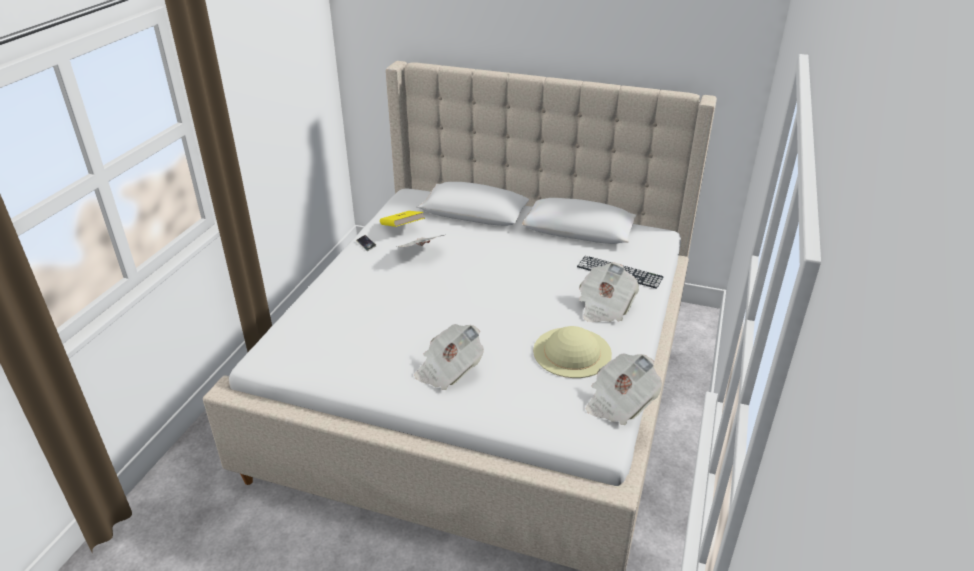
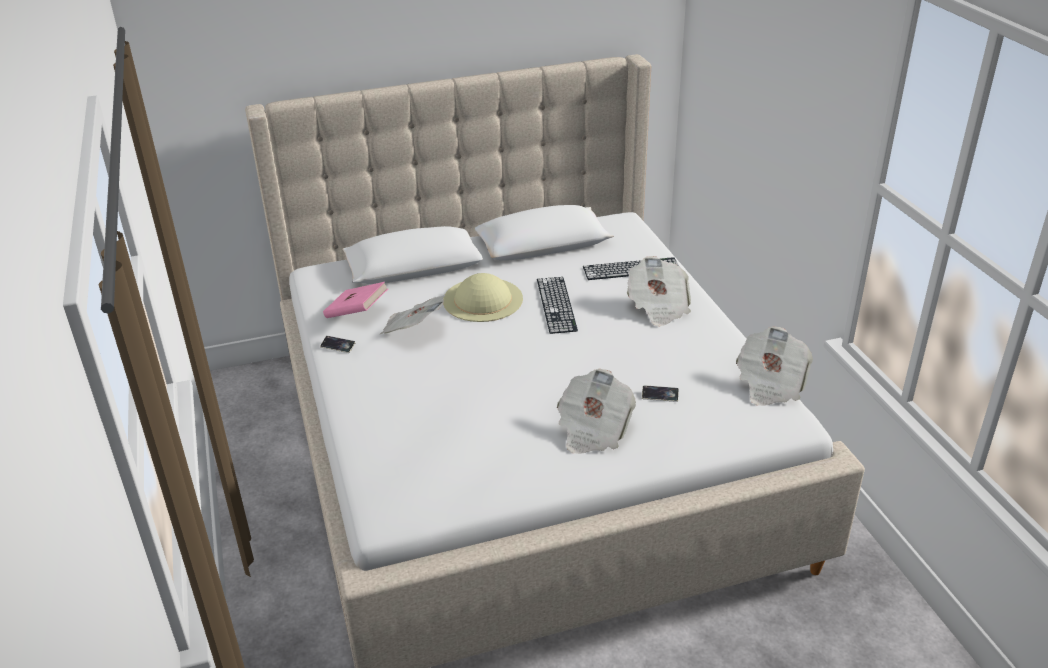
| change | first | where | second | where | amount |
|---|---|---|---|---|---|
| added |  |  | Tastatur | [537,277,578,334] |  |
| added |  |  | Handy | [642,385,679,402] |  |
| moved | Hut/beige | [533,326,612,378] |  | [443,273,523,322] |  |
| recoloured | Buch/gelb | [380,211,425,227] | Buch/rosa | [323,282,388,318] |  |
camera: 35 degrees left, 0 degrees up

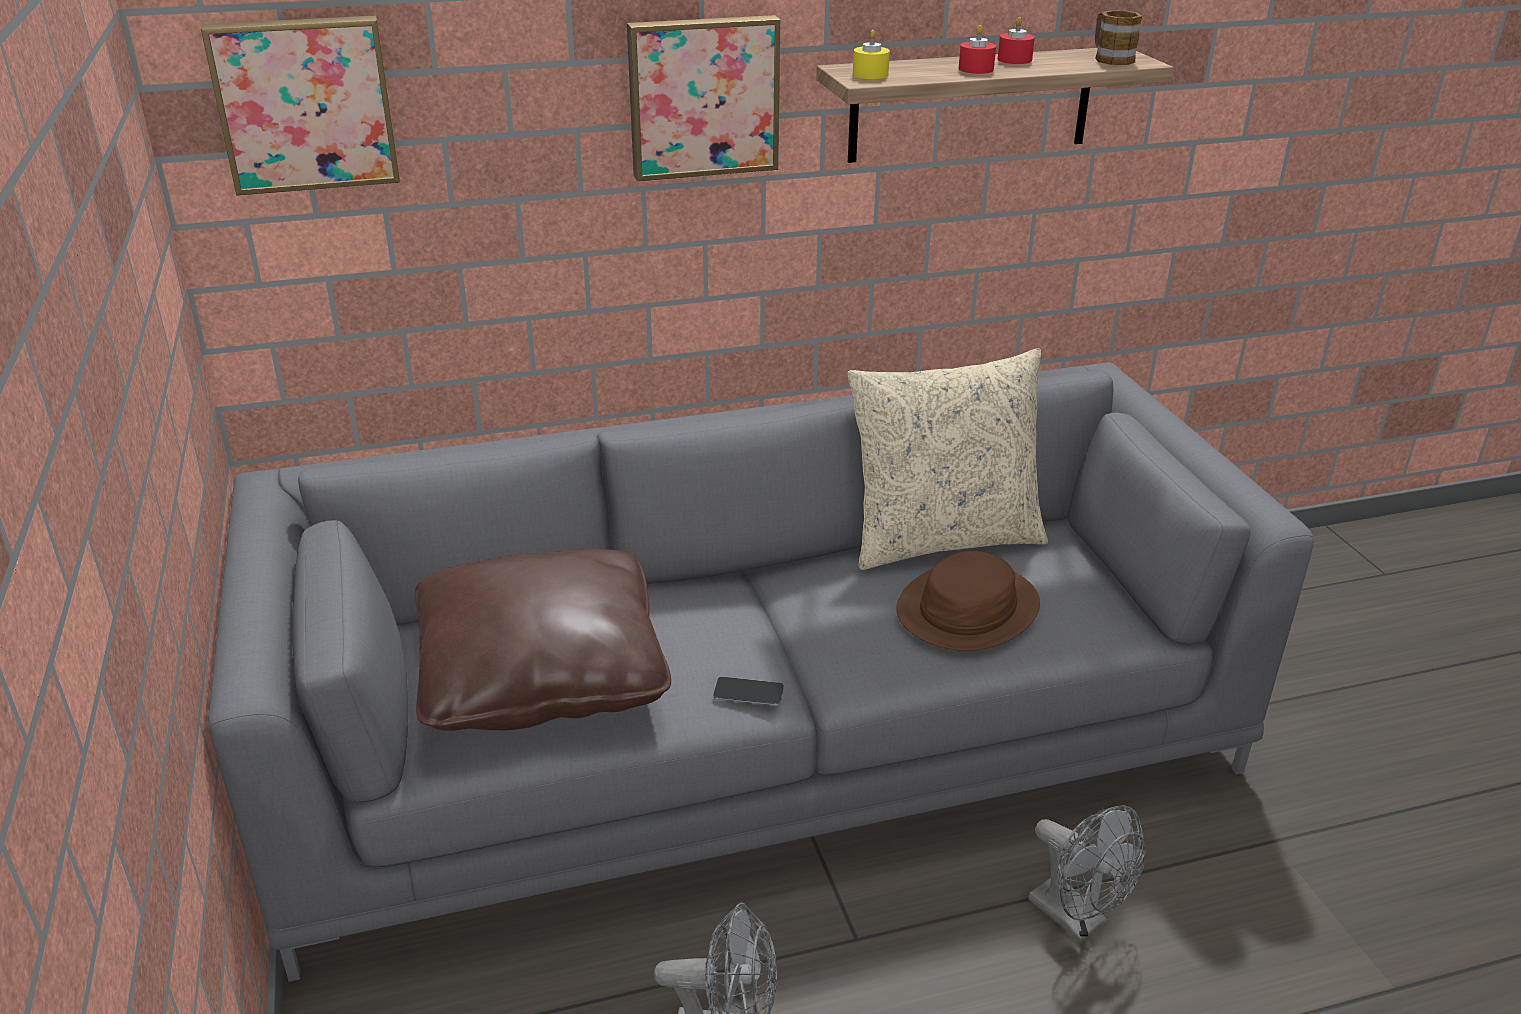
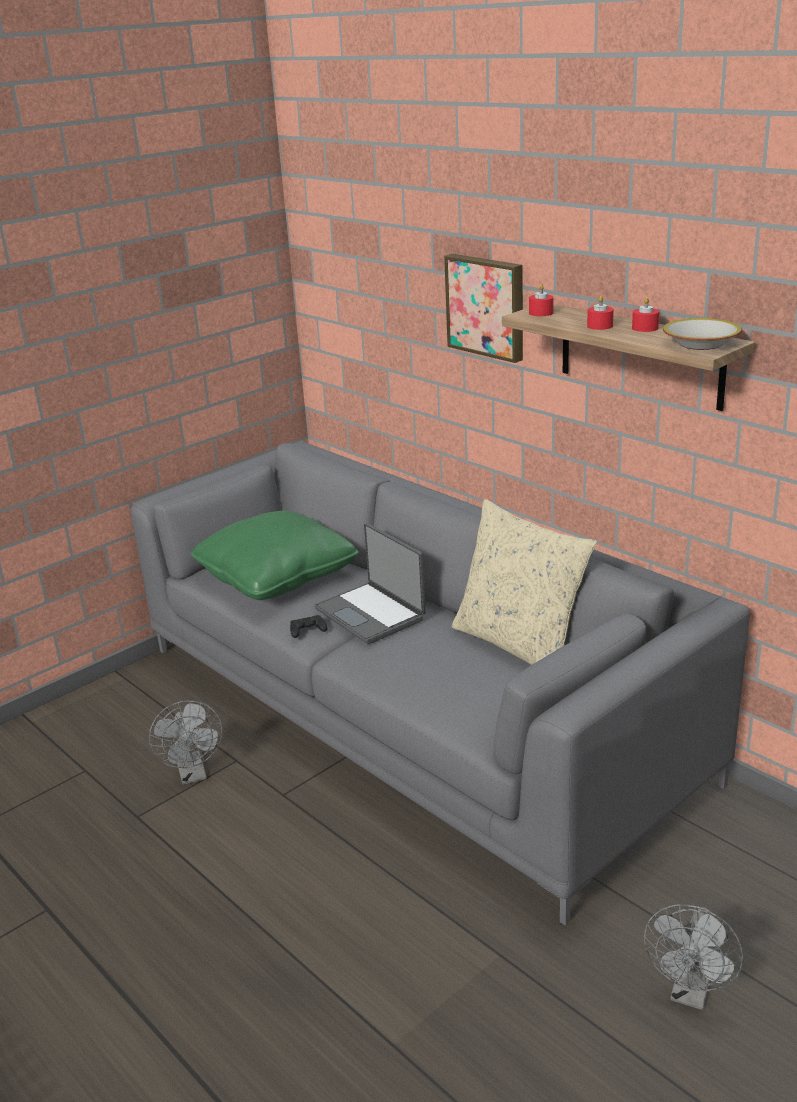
| change | first | where | second | where | amount |
|---|---|---|---|---|---|
| removed | Bild | [201,16,400,196] |  |  |  |
| removed | Hut/braun | [896,551,1040,651] |  |  |  |
| added |  |  | Laptop | [314,523,426,644] |  |
| moved | Ventilator/grau | [1029,805,1146,943] |  | [644,904,743,1010] |  |
| replaced | Handy | [713,677,784,706] | Gamepad/schwarz | [290,615,328,638] |  |
| replaced | Henkelbecher | [1095,10,1142,65] | Schüssel | [663,318,742,350] |  |
| recoloured | Kissen/braun | [415,549,671,731] | Kissen/grün | [190,511,359,600] |  |
| recoloured | Kerze/gelb | [853,30,890,79] | Kerze/rot | [529,284,554,316] |  |
camera: 65 degrees right, 5 degrees down

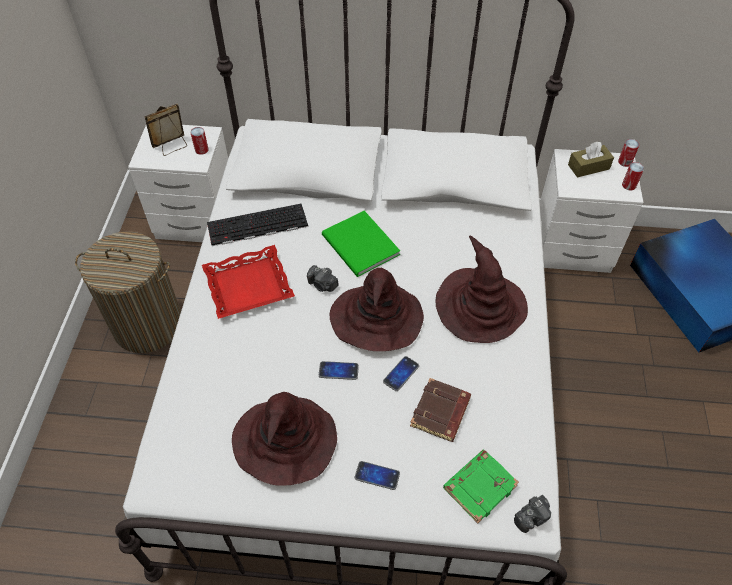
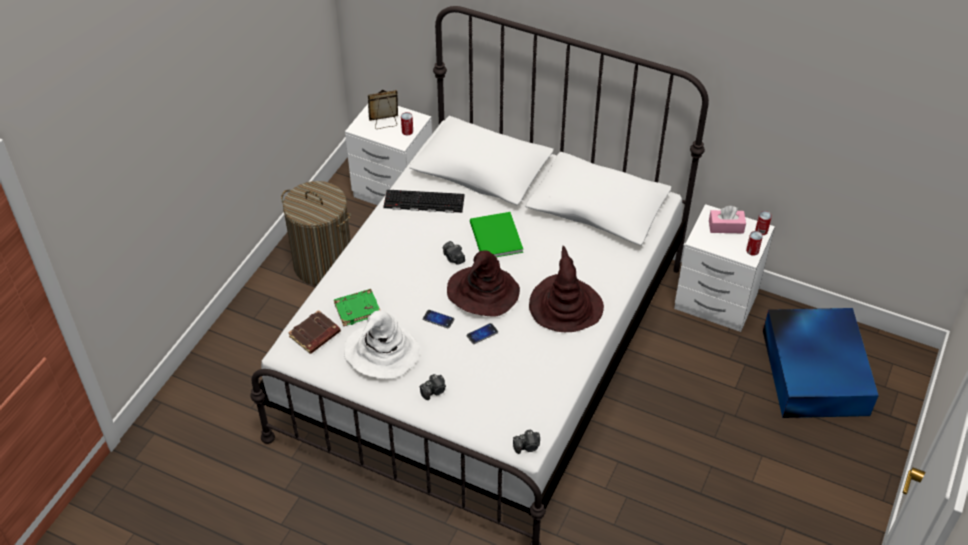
| change | first | where | second | where | amount |
|---|---|---|---|---|---|
| removed | Tablett/rot | [202,245,295,319] |  |  |  |
| moved | Buch/braun | [410,378,471,442] |  | [288,310,341,354] |  |
| moved | Buch/grün | [443,450,519,524] |  | [334,289,380,326] |  |
| replaced | Handy | [355,461,400,490] | Kamera | [420,374,446,400] |  |
| recoloured | Hut/braun | [232,392,337,486] | Hut/weiß | [344,310,420,379] |  |
| recoloured | Taschentuchbox/braun | [568,142,614,178] | Taschentuchbox/rosa | [709,206,746,233] |  |
camera: 20 degrees right, 5 degrees down

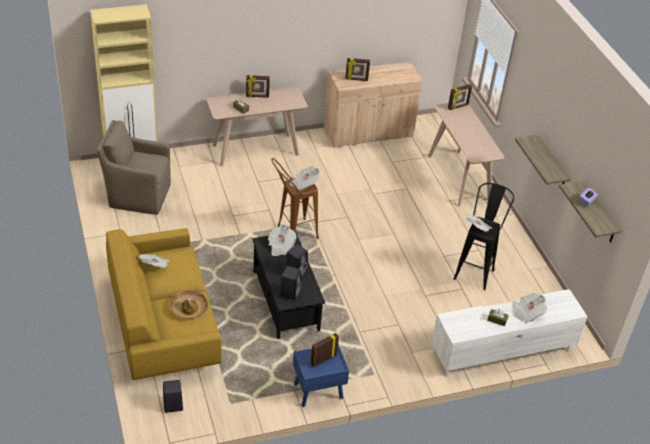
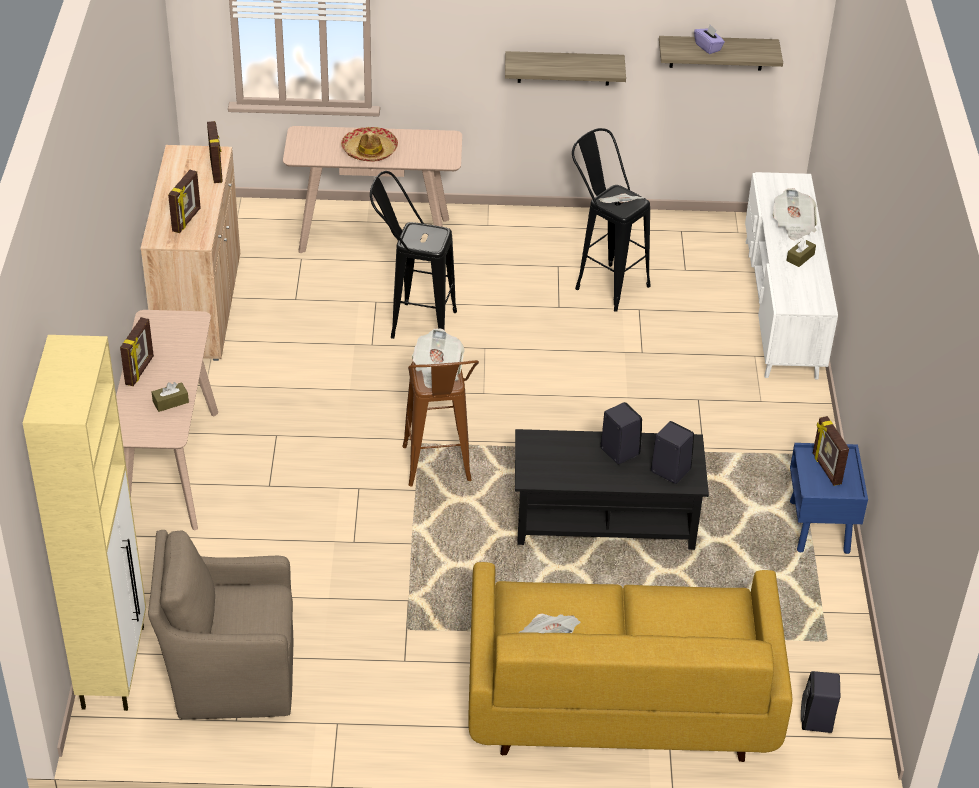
| change | first | where | second | where | amount |
|---|---|---|---|---|---|
| removed | Zeitung | [268,224,297,256] |  |  |  |
| added |  |  | Hocker/schwarz | [370,171,457,339] |  |
| moved | Hut | [170,290,208,319] |  | [341,127,398,162] |  |
| moved | Bilderrahmen | [448,84,472,110] |  | [207,121,223,183] |  |
| turned | Sessel/braun | [96,120,171,215] |  | [148,530,293,719] | 60 degrees clockwise |
camera: 70 degrees left, 0 degrees up

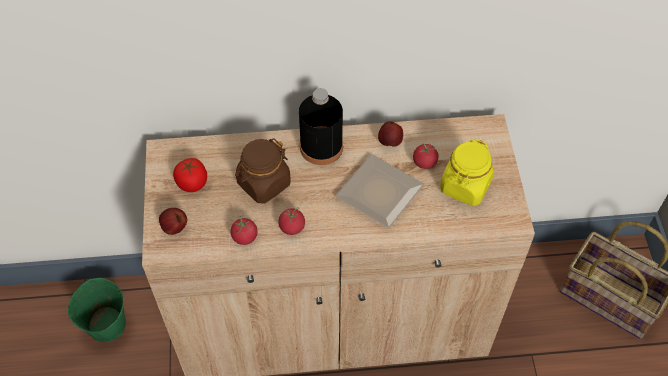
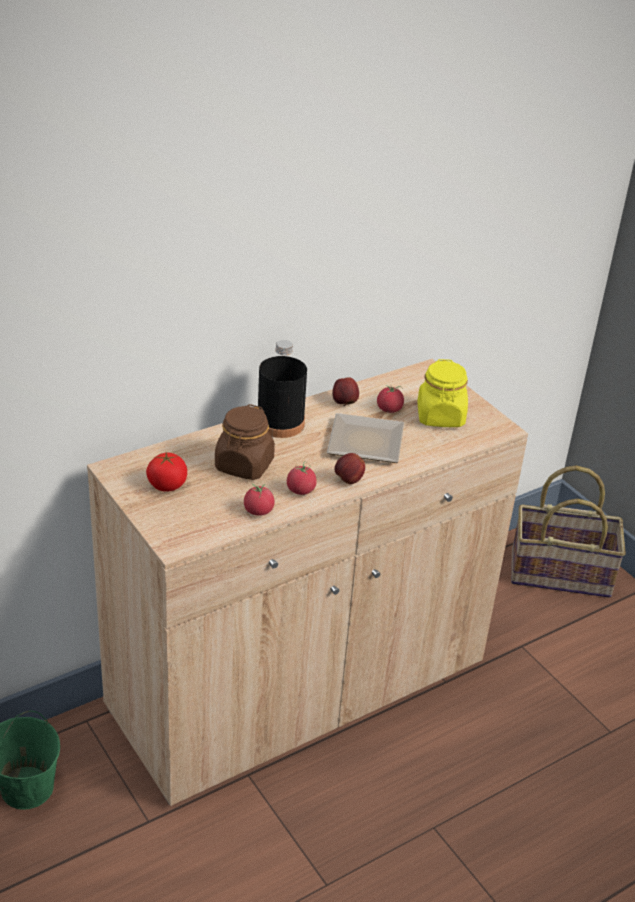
| change | first | where | second | where | amount |
|---|---|---|---|---|---|
| moved | Apfel | [159,208,187,235] |  | [334,453,365,484] |  |
camera: 30 degrees left, 20 degrees down

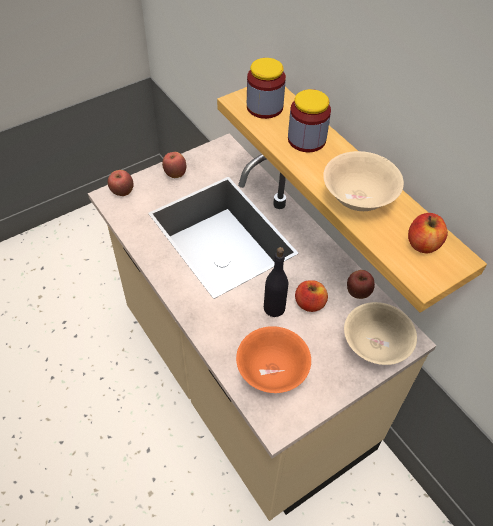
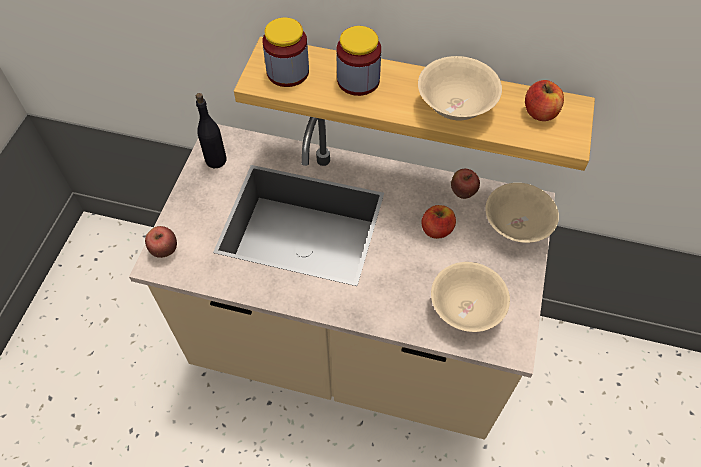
| change | first | where | second | where | amount |
|---|---|---|---|---|---|
| removed | Apfel | [162,152,186,178] |  |  |  |
| moved | Flasche/schwarz | [264,247,288,317] |  | [196,93,227,168] |  |
| recoloured | Schüssel/orange | [236,326,311,393] | Schüssel/beige | [431,262,510,332] |  |
camera: 40 degrees left, 5 degrees up

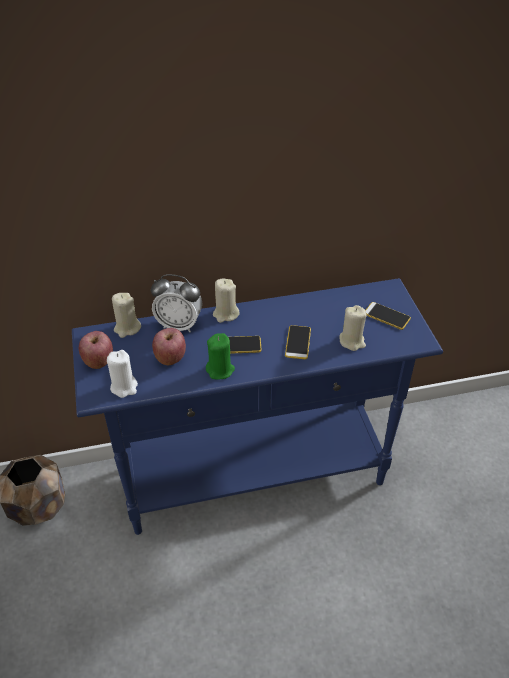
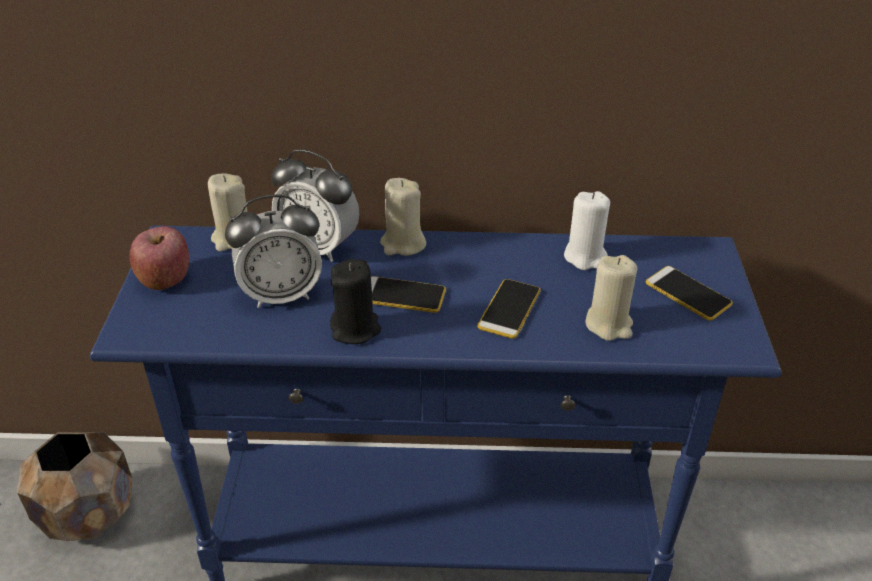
| change | first | where | second | where | amount |
|---|---|---|---|---|---|
| moved | Kerze/weiß | [107,350,138,398] |  | [564,191,610,270] |  |
| replaced | Apfel | [152,328,186,365] | Wecker | [225,195,322,308] |  |
| recoloured | Kerze/grün | [206,333,235,379] | Kerze/schwarz | [330,259,381,344] |  |
camera: 15 degrees right, 5 degrees down

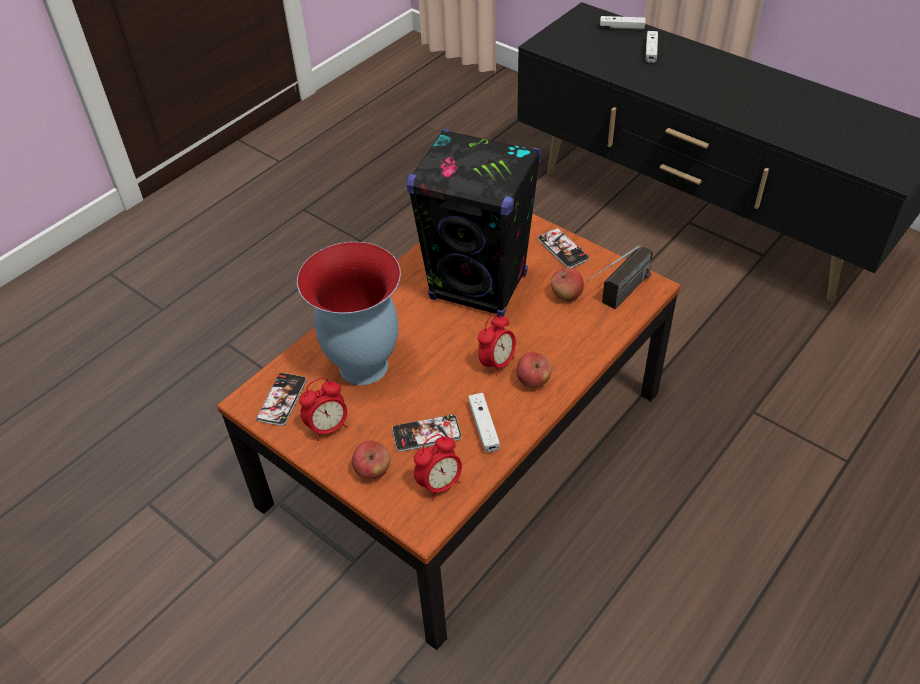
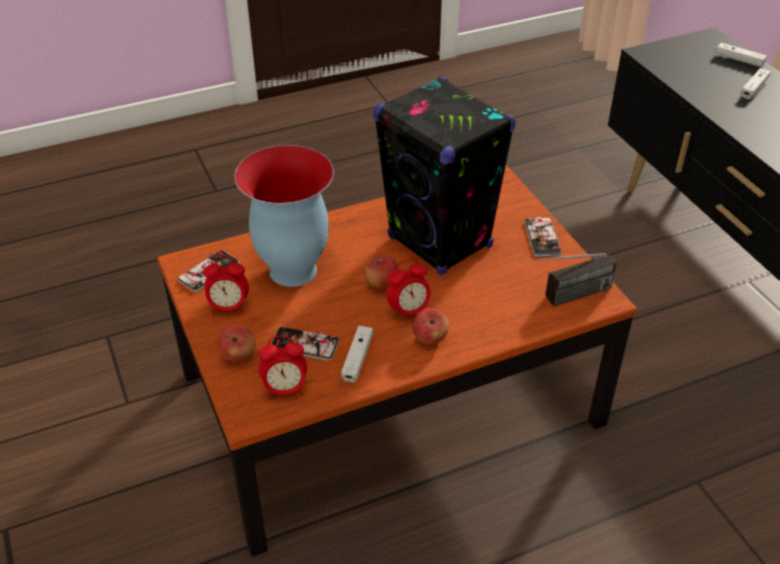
| change | first | where | second | where | amount |
|---|---|---|---|---|---|
| moved | Apfel | [551,267,584,301] |  | [365,255,398,290] |  |
camera: 25 degrees right, 5 degrees down

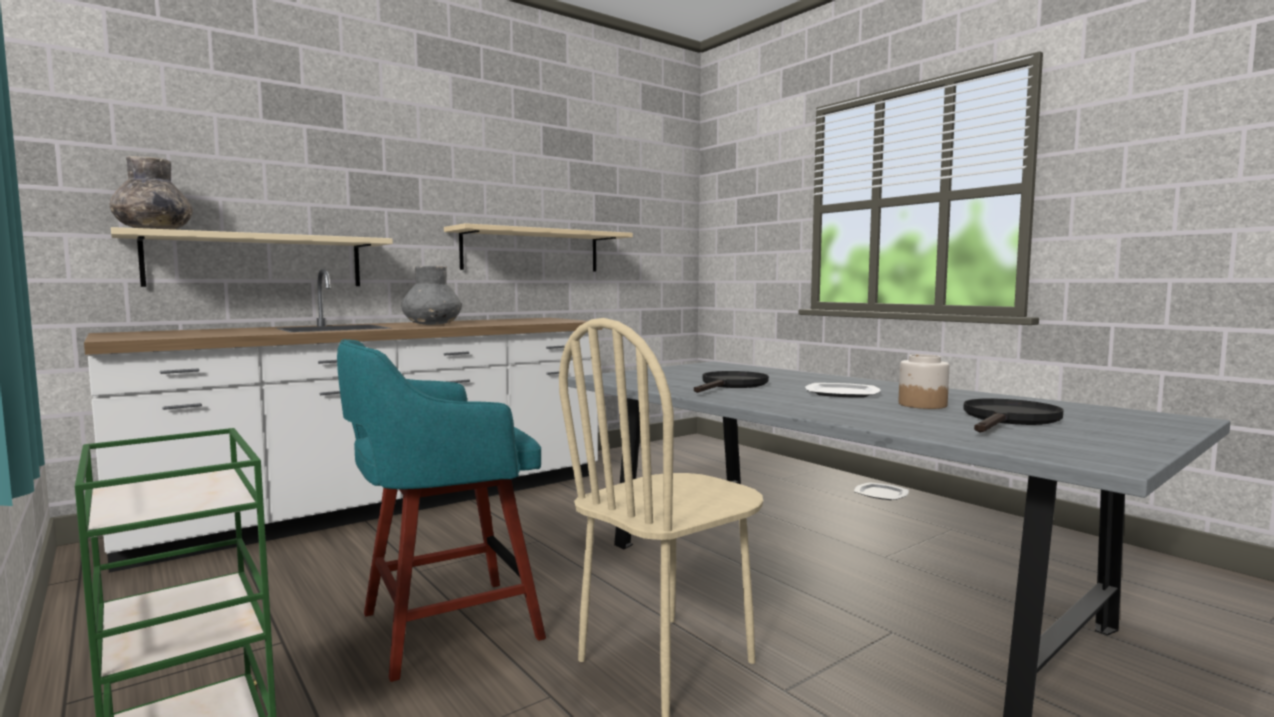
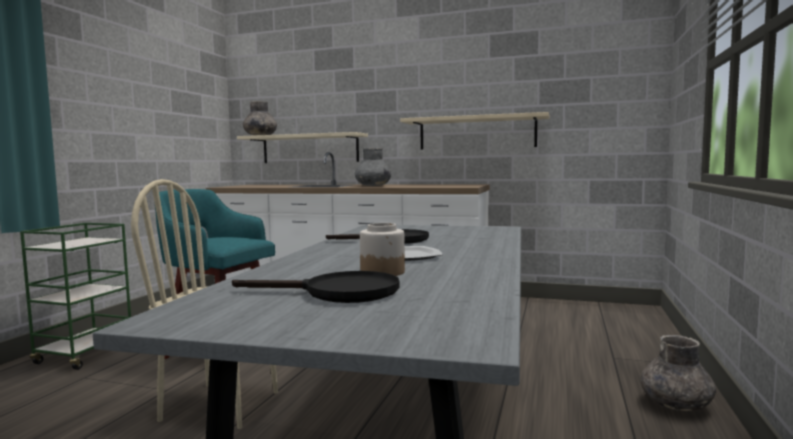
| change | first | where | second | where | amount |
|---|---|---|---|---|---|
| replaced | Teller | [854,482,909,500] | Vase/grau | [640,335,716,411] |  |
camera: 55 degrees right, 0 degrees up

